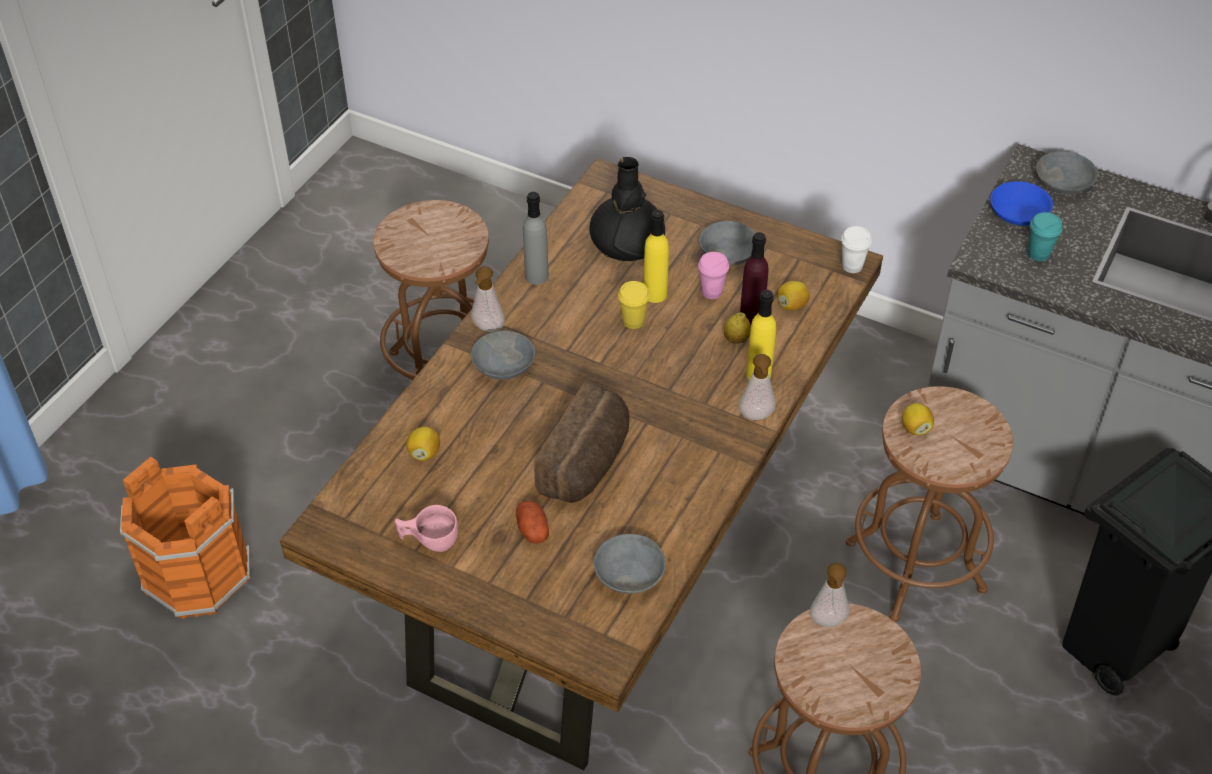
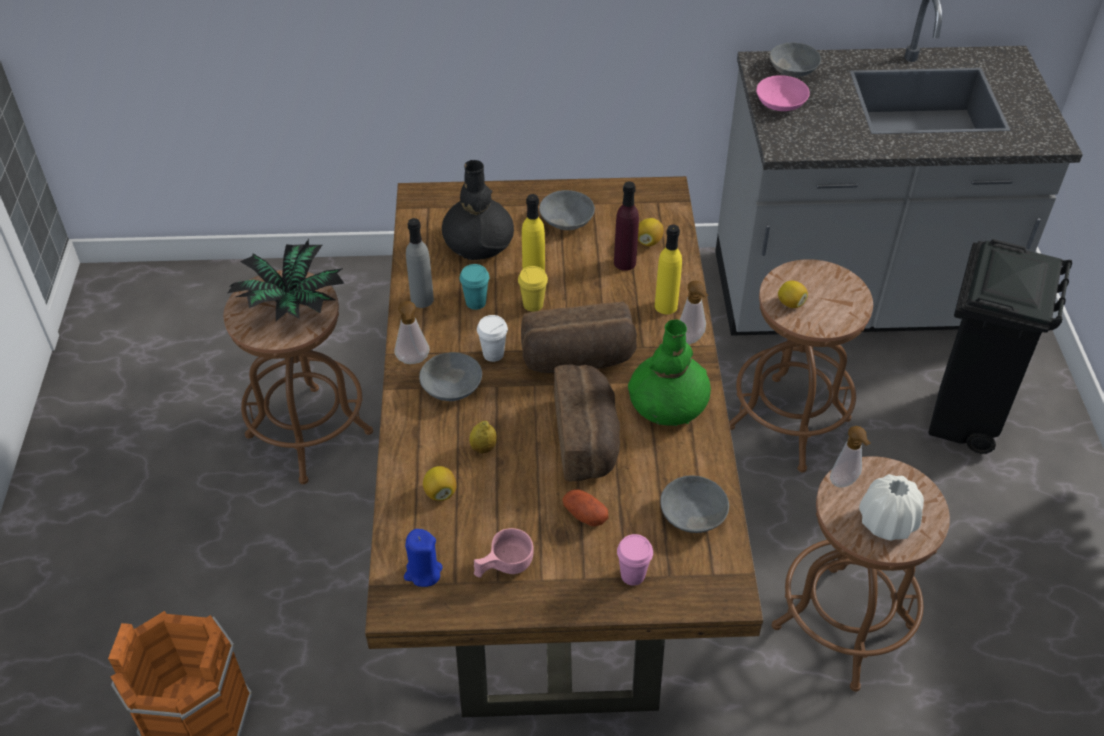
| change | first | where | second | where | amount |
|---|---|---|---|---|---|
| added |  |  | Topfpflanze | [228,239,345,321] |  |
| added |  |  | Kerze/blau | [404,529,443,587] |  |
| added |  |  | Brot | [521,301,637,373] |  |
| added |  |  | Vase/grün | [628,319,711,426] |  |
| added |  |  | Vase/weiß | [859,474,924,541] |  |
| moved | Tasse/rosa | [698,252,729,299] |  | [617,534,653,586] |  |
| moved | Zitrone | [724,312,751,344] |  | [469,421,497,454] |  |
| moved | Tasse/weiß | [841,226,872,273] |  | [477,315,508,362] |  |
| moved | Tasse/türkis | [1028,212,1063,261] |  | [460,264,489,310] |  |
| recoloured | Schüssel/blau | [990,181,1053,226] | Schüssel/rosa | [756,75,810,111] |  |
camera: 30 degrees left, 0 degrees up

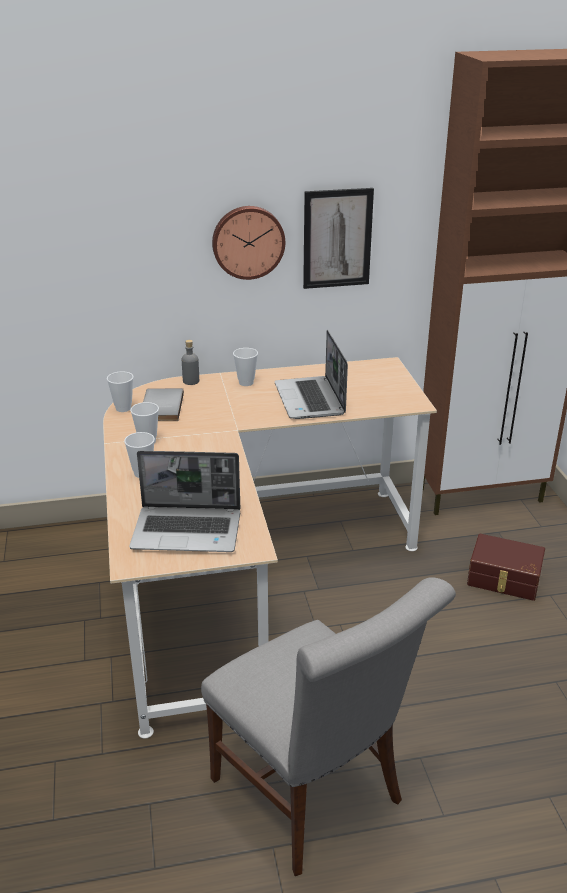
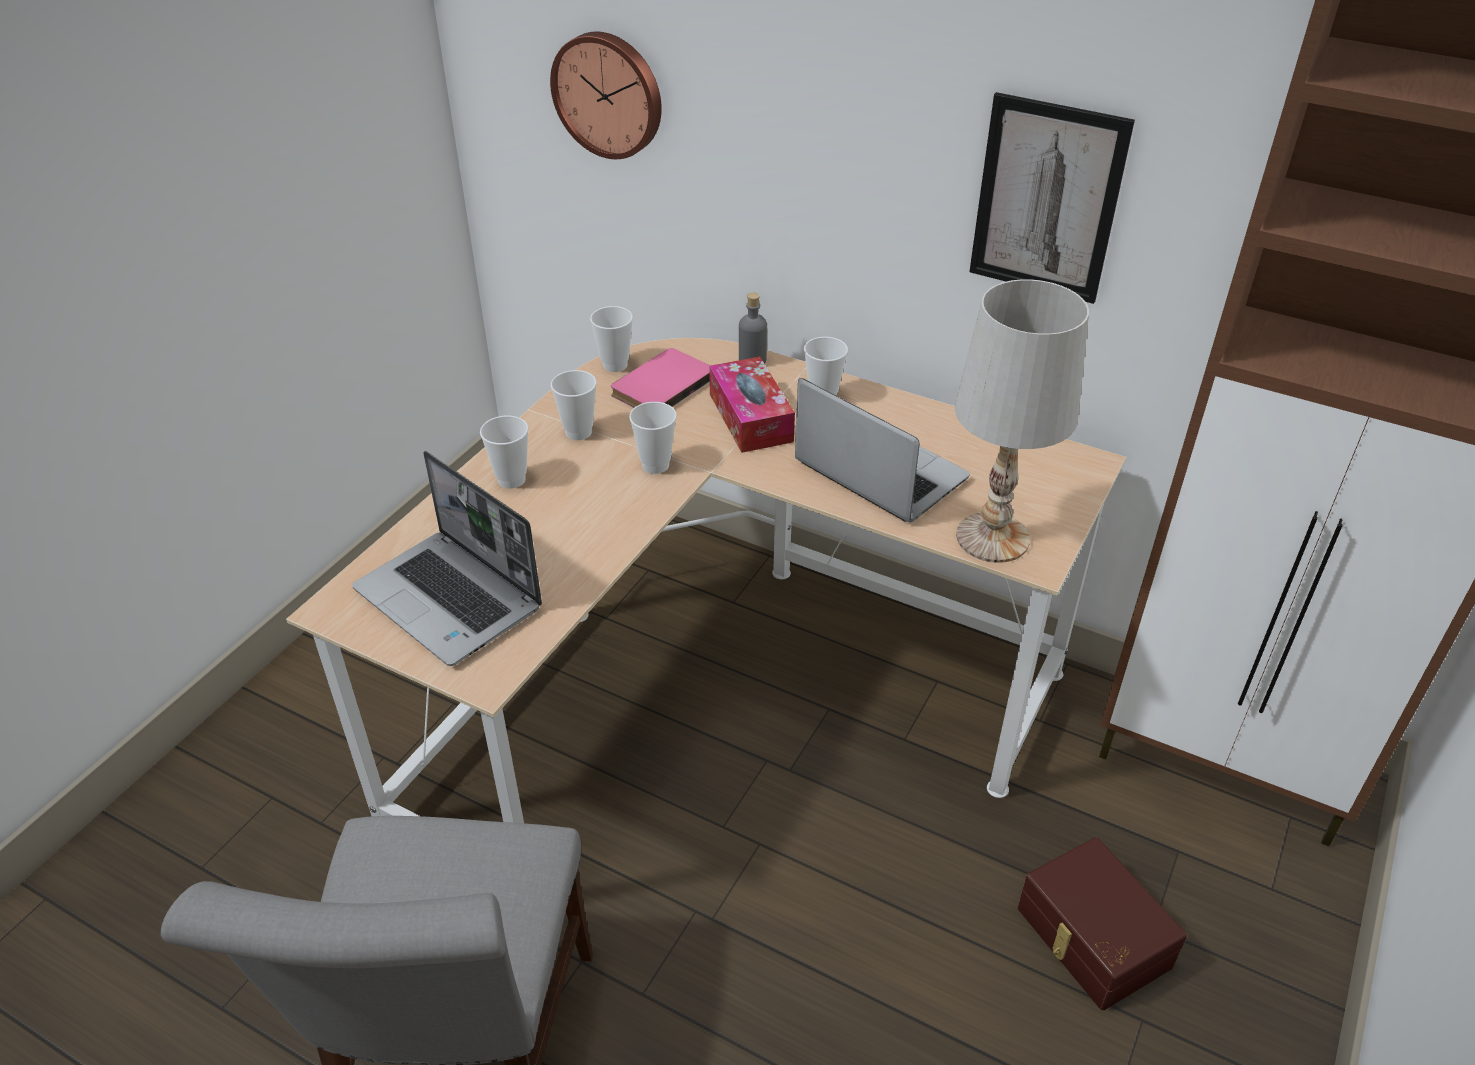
| change | first | where | second | where | amount |
|---|---|---|---|---|---|
| added |  |  | Tasse | [629,402,677,474] |  |
| added |  |  | Taschentuchbox | [709,357,795,453] |  |
| added |  |  | Tischlampe/weiß | [954,279,1089,563] |  |
| moved | Wanduhr | [212,206,285,280] |  | [550,32,662,159] |  |
| recoloured | Buch/grau | [143,388,184,421] | Buch/rosa | [611,348,710,408] |  |
| turned | Laptop | [274,330,348,419] |  | [795,378,970,522] | 105 degrees clockwise |
camera: 40 degrees right, 10 degrees up

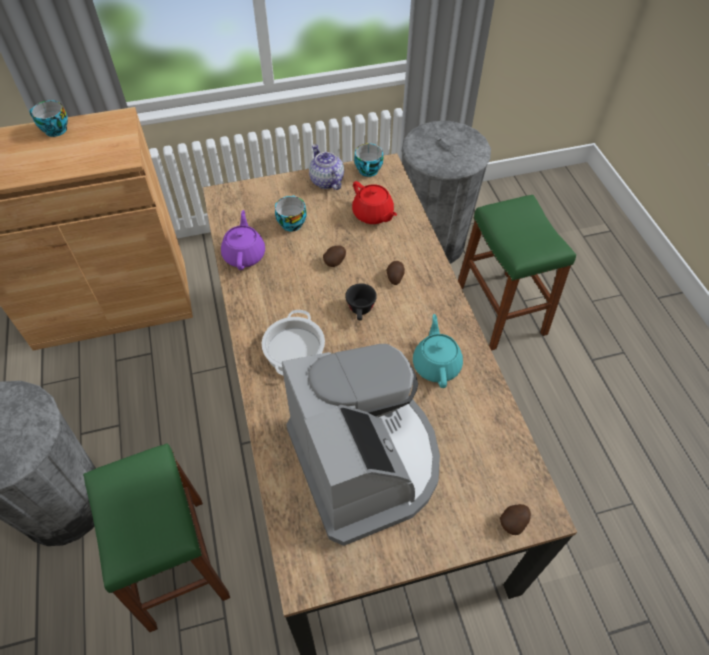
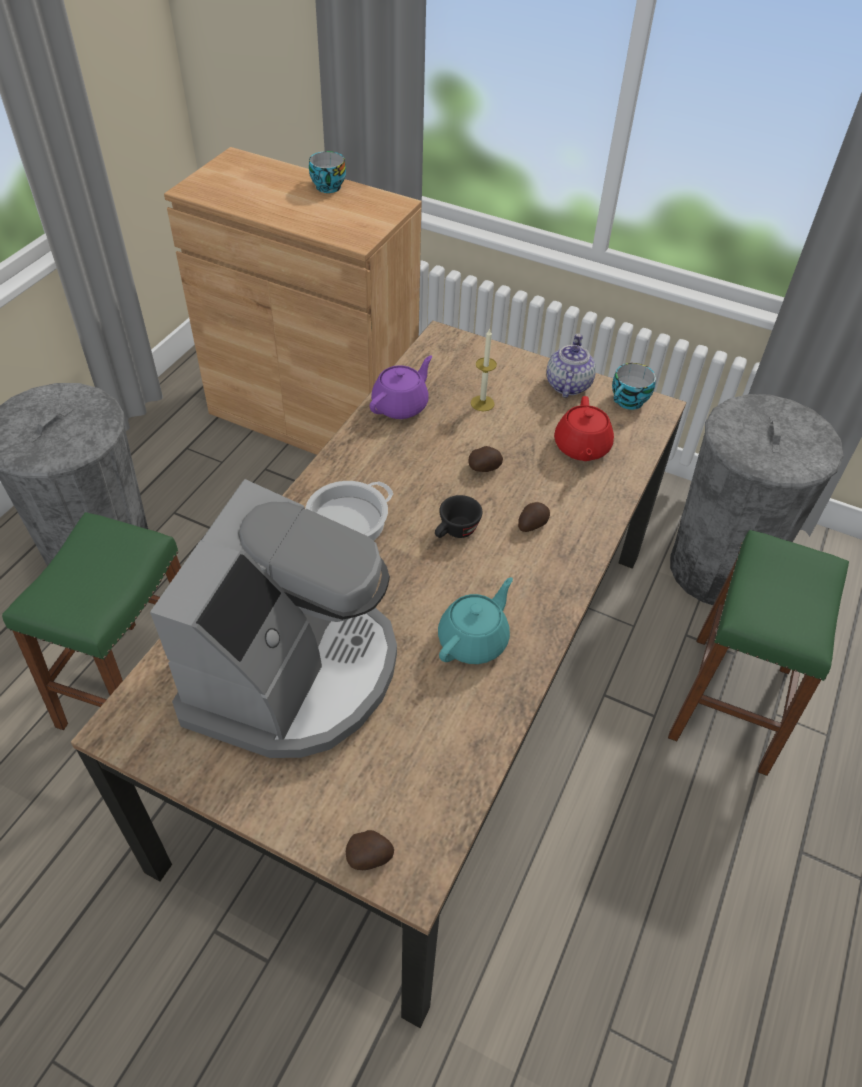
| change | first | where | second | where | amount |
|---|---|---|---|---|---|
| replaced | Tasse | [275,195,306,232] | Kerze | [471,328,497,411] |  |
camera: 40 degrees right, 5 degrees down

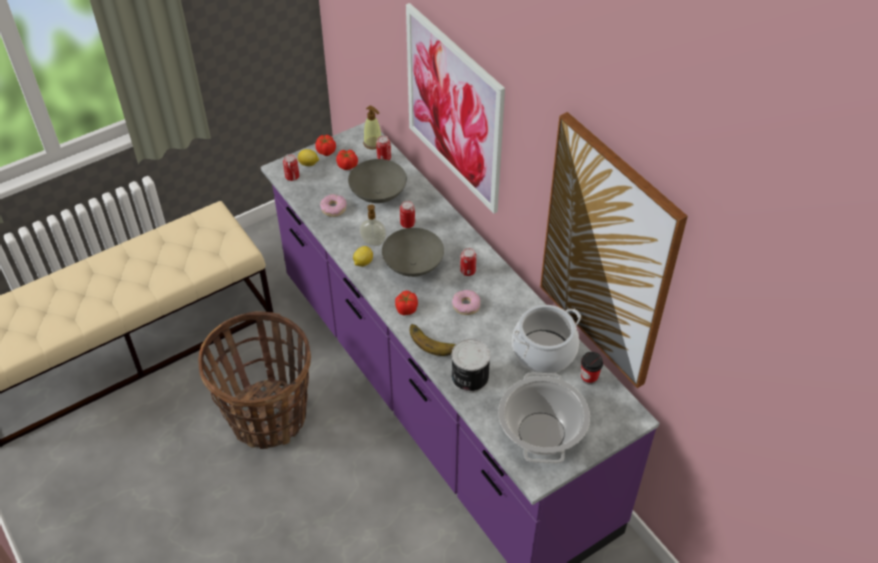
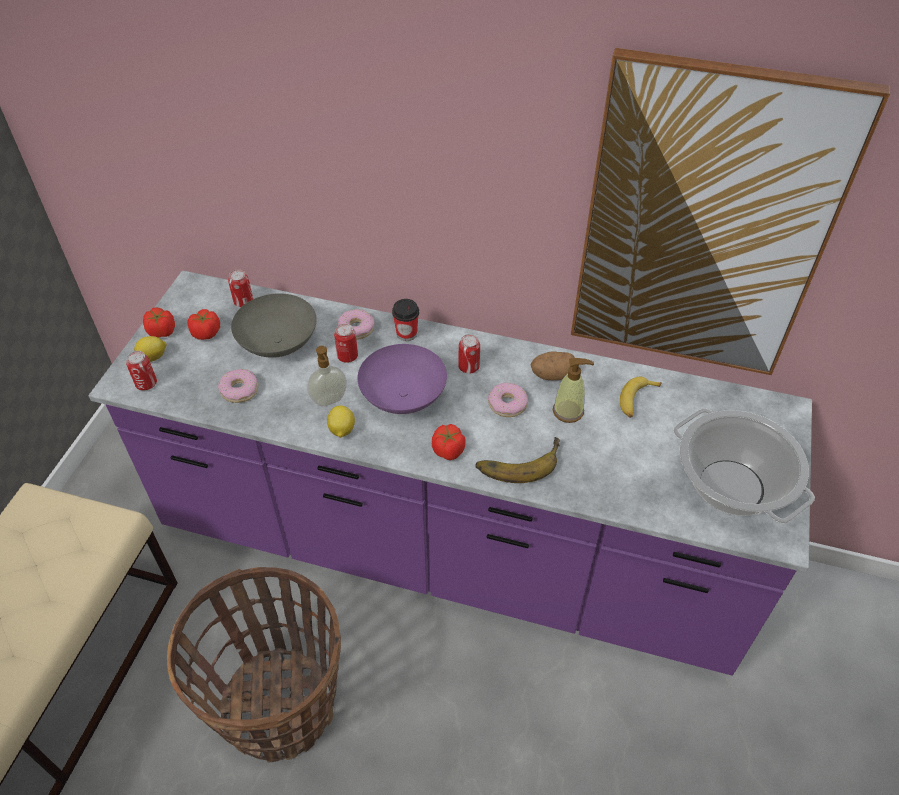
| change | first | where | second | where | amount |
|---|---|---|---|---|---|
| removed | Bild | [406,3,505,213] |  |  |  |
| removed | Dose | [451,339,491,393] |  |  |  |
| added |  |  | Donut | [338,309,374,340] |  |
| added |  |  | Kartoffel | [530,351,575,380] |  |
| moved | Seifenspender | [363,106,382,149] |  | [553,358,594,423] |  |
| moved | Tasse | [581,352,603,385] |  | [392,299,419,341] |  |
| replaced | Kochtopf | [512,305,581,373] | Banane | [620,377,662,418] |  |
| recoloured | Schüssel/grau | [382,228,444,277] | Schüssel/lila | [357,344,447,414] |  |
camera: 40 degrees left, 0 degrees up

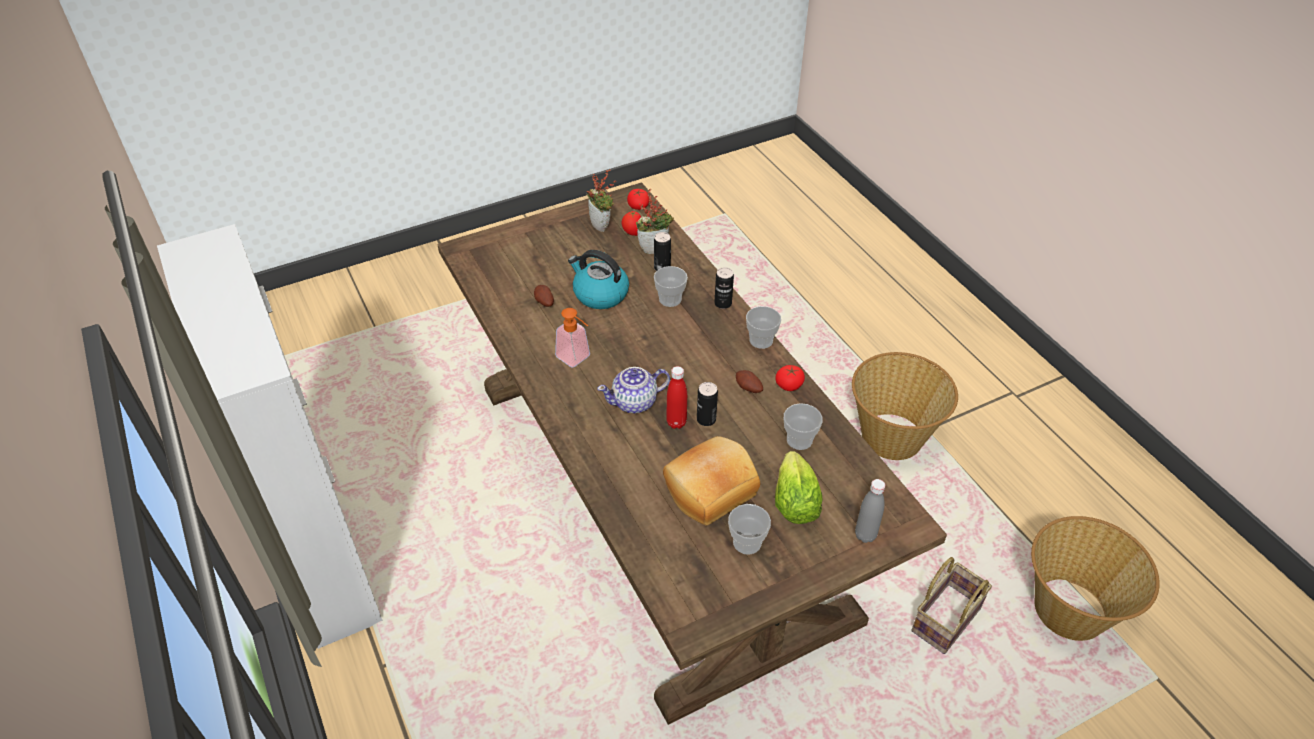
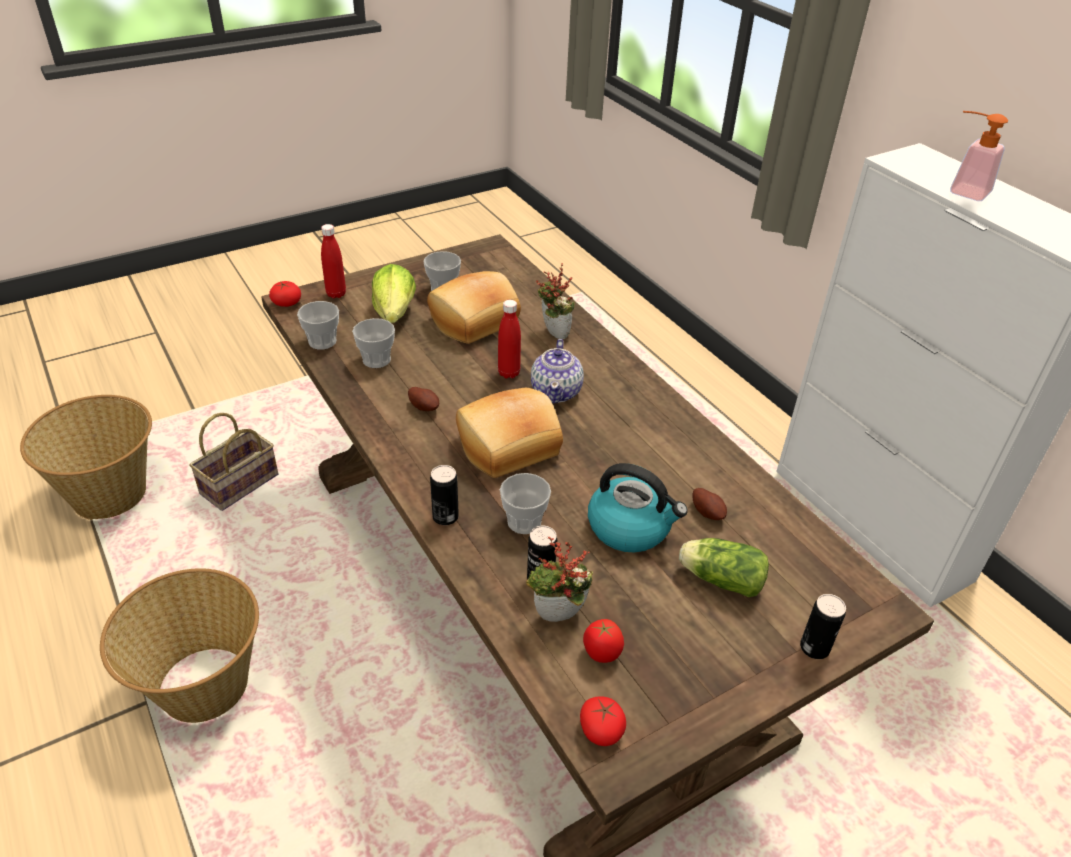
| change | first | where | second | where | amount |
|---|---|---|---|---|---|
| added |  |  | Brot | [456,388,563,478] |  |
| added |  |  | Salatkopf | [679,538,769,597] |  |
| moved | Seifenspender | [555,308,590,368] |  | [950,111,1008,201] |  |
| moved | Topfpflanze | [587,169,617,232] |  | [536,263,575,339] |  |
| moved | Dose | [697,382,718,426] |  | [800,594,846,659] |  |
| moved | Tasse | [746,306,781,349] |  | [297,301,339,350] |  |
| moved | Tomate | [775,365,805,391] |  | [269,281,301,307] |  |
| recoloured | Flasche/grau | [855,479,885,543] | Flasche/rot | [321,224,346,298] |  |
| turned | Teekanne | [597,367,670,414] |  | [531,339,584,404] | 120 degrees clockwise |
camera: 175 degrees right, 5 degrees down

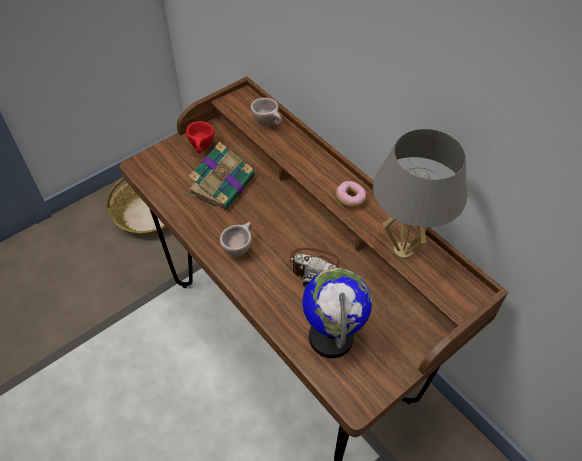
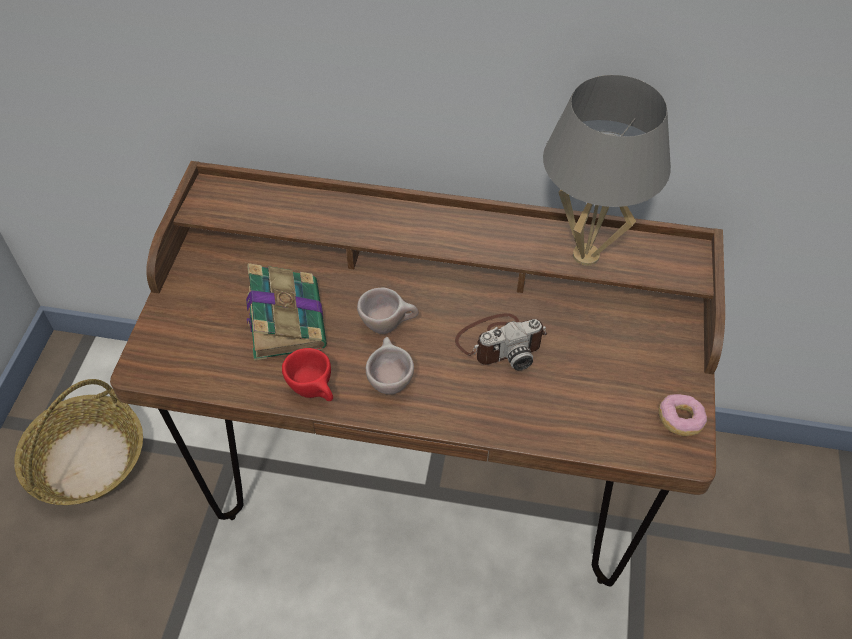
| change | first | where | second | where | amount |
|---|---|---|---|---|---|
| removed | Globus | [303,268,372,358] |  |  |  |
| moved | Tasse/rot | [186,121,214,153] |  | [282,348,333,401] |  |
| moved | Tasse/beige | [251,98,282,127] |  | [357,287,419,334] |  |
| moved | Donut | [336,181,366,207] |  | [658,394,707,436] |  |
camera: 40 degrees left, 0 degrees up

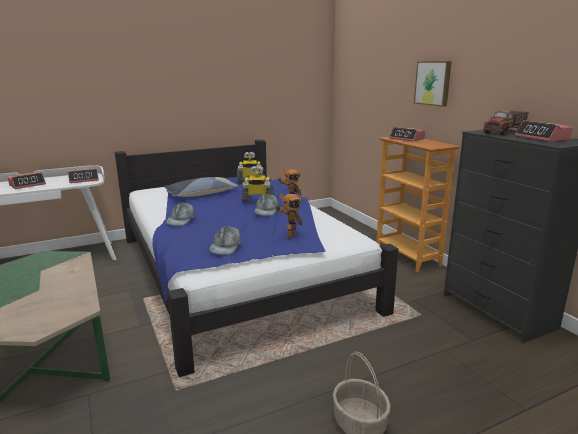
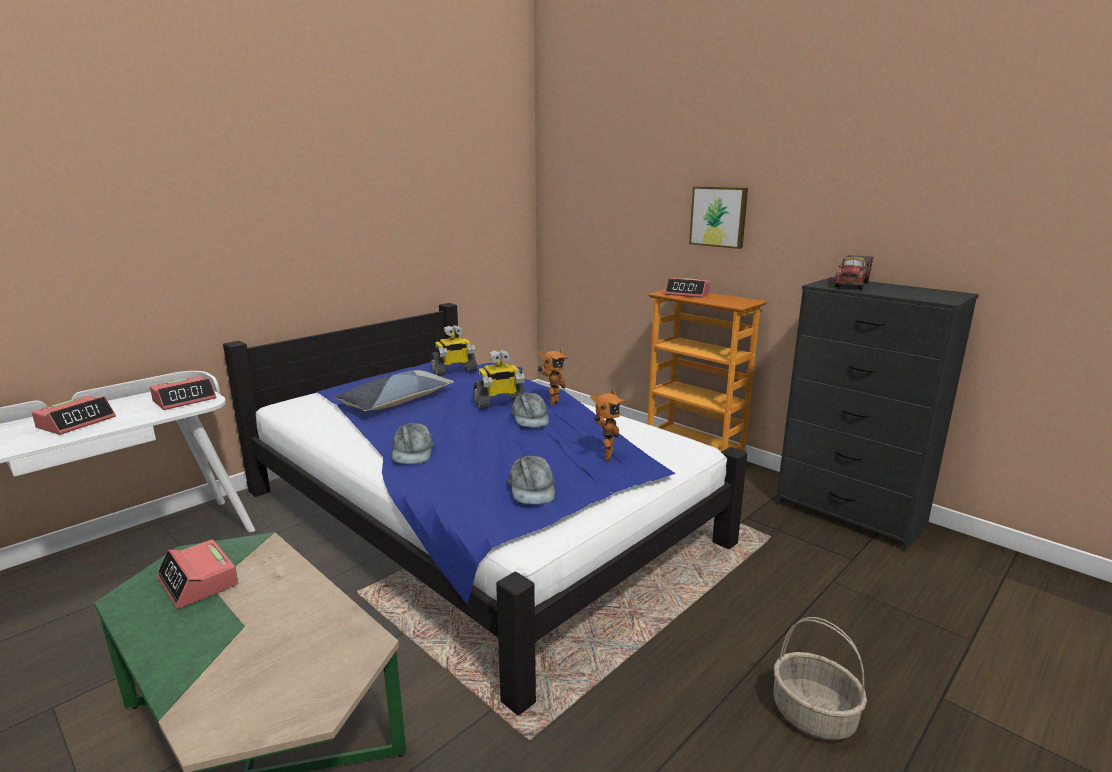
| change | first | where | second | where | amount |
|---|---|---|---|---|---|
| moved | Wecker | [515,120,573,142] |  | [157,540,239,609] |  |
camera: 20 degrees left, 0 degrees up

